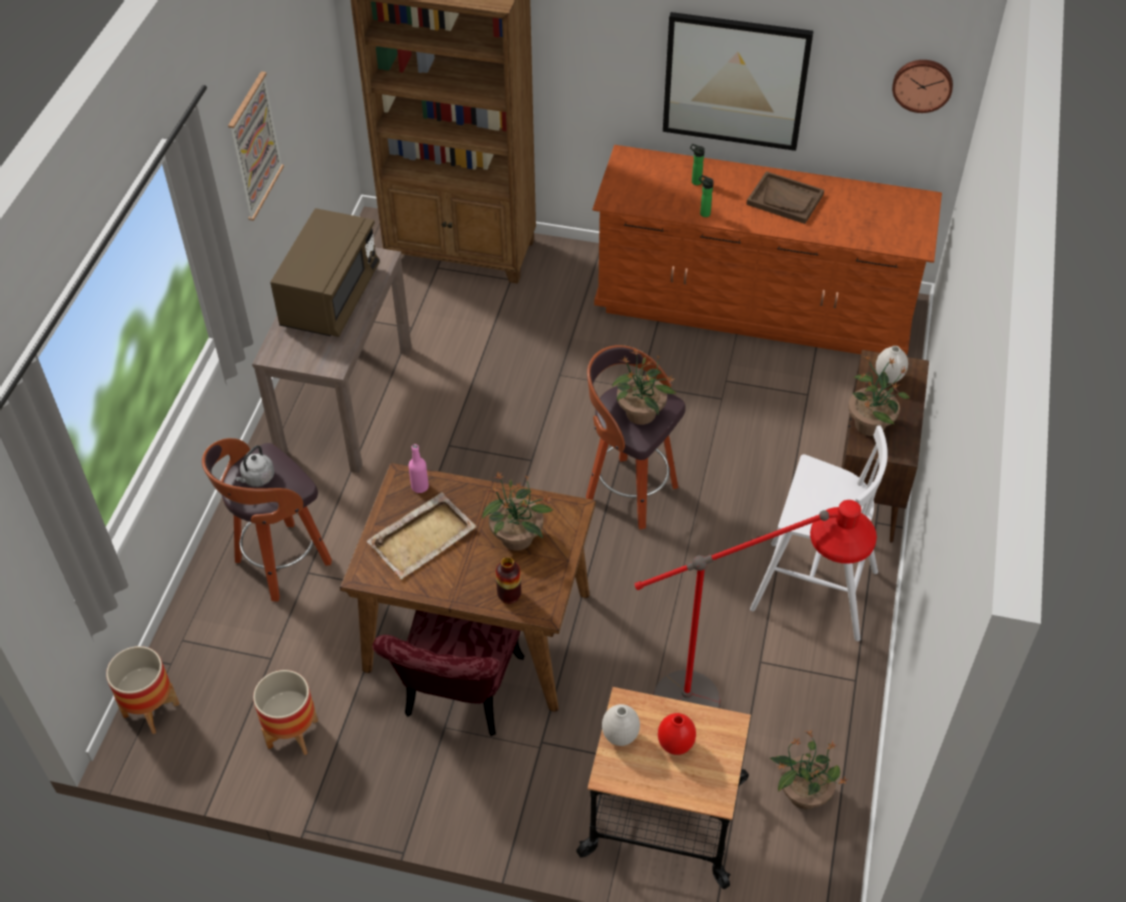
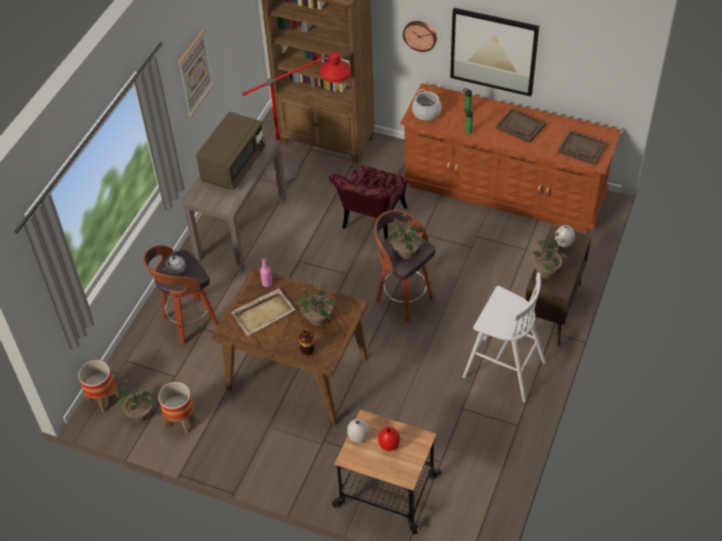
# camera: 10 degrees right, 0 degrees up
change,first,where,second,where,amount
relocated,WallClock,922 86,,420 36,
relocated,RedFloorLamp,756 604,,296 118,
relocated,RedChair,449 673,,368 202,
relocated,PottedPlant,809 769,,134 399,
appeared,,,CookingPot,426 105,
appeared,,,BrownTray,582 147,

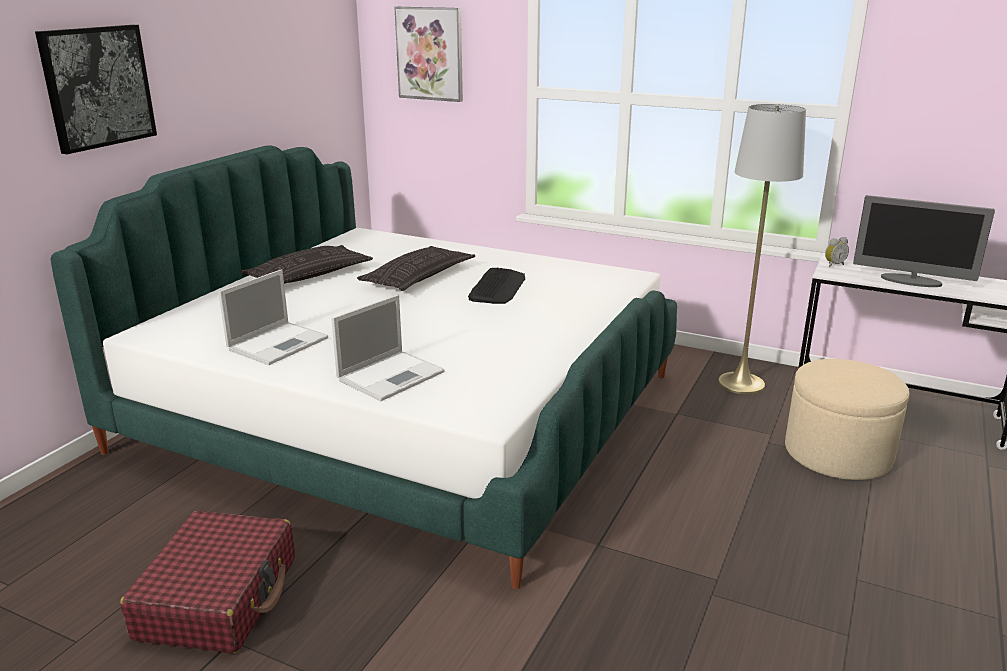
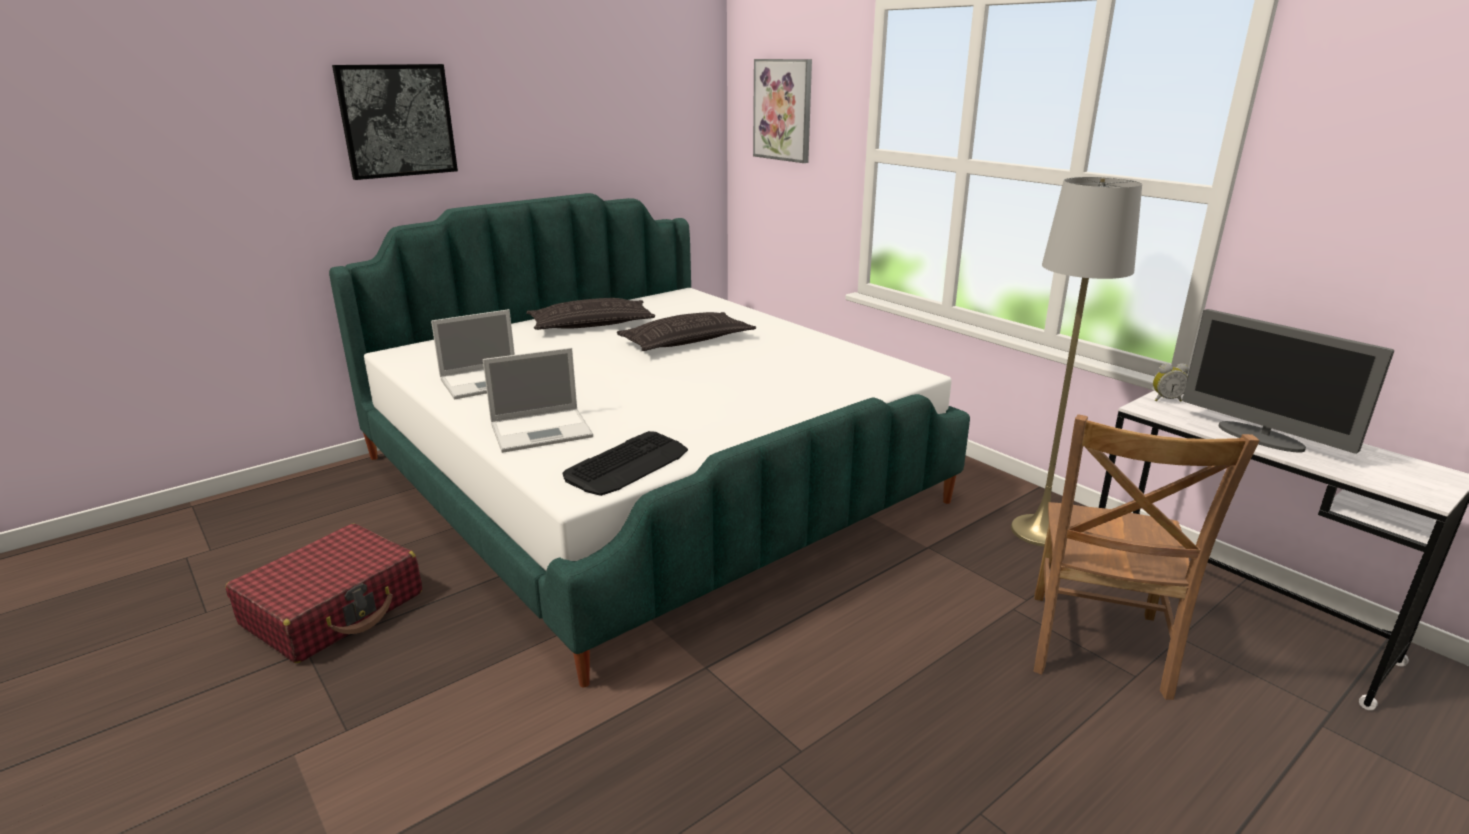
# camera: 25 degrees right, 0 degrees up
change,first,where,second,where,amount
relocated,Keyboard,496 286,,625 463,
exchanged,BeigeOttoman,847 419,BrownChair,1147 557,

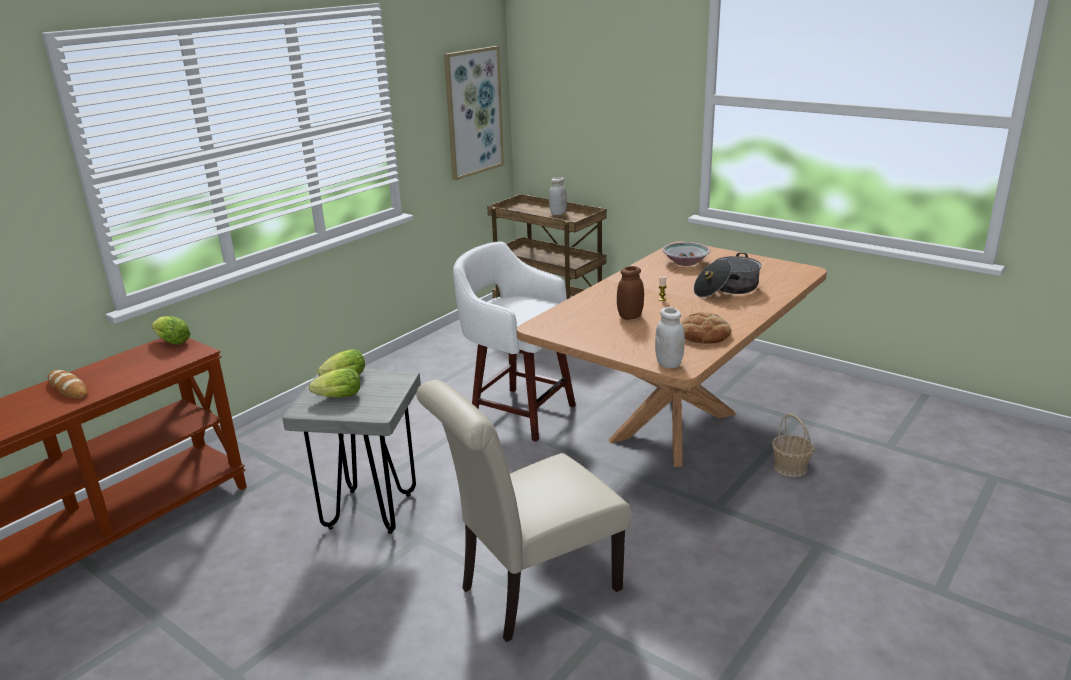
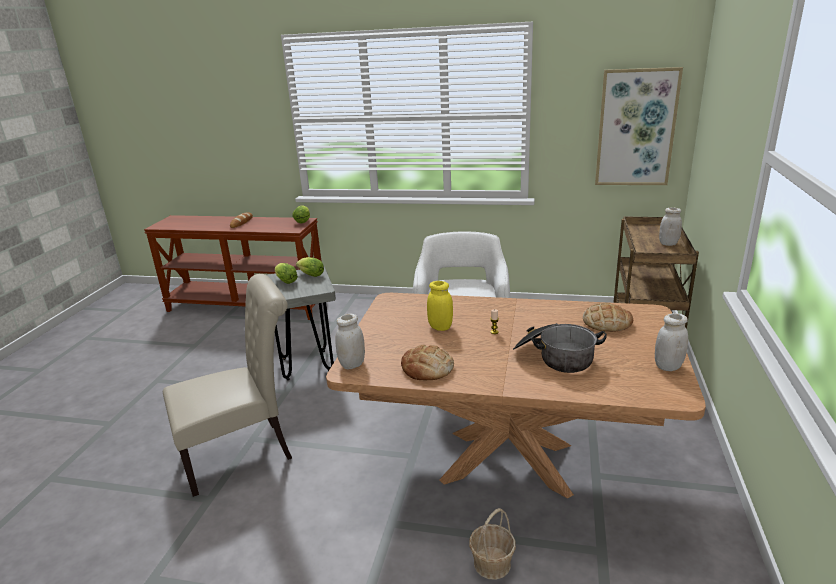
# camera: 65 degrees right, 0 degrees up
change,first,where,second,where,amount
exchanged,Bowl,686 254,Bread,608 317,
colour,BrownJar,630 293,YellowJar,440 306,
spun,BeigeChair,523 511,,227 385,120 degrees clockwise
appeared,,,WhiteJar,671 342,

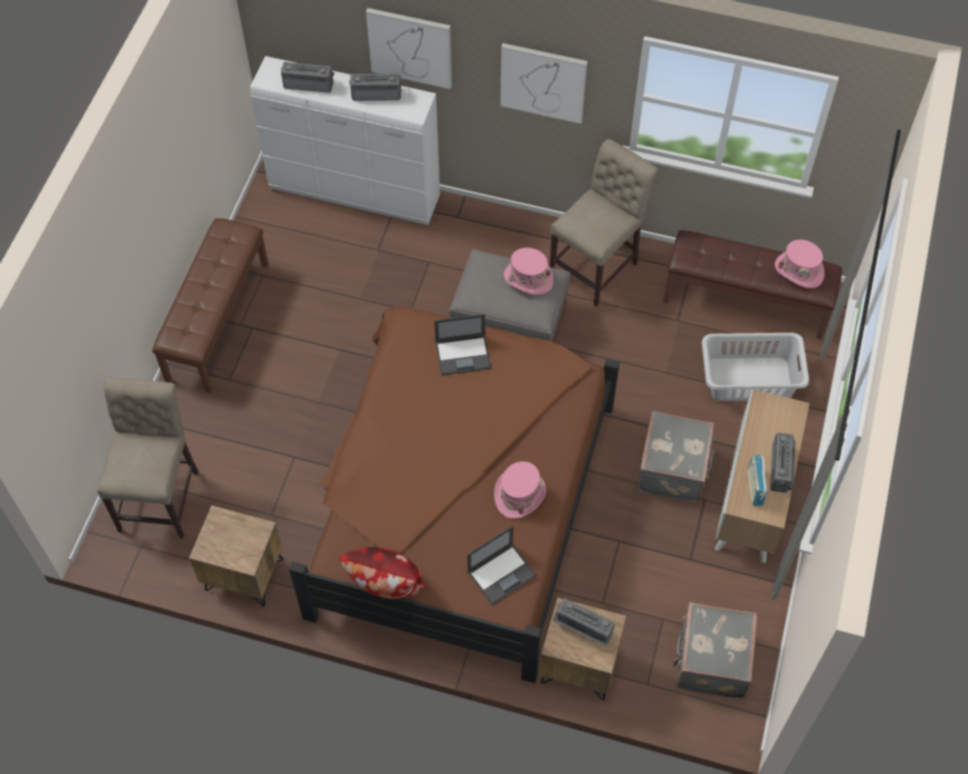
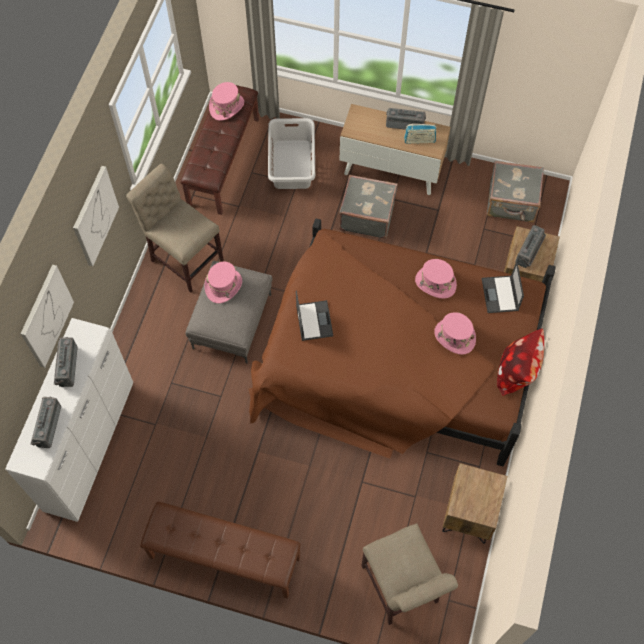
# camera: 90 degrees left, 5 degrees up
change,first,where,second,where,amount
spun,BeigeChair,148 458,,409 574,120 degrees counterclockwise
spun,Laptop,502 565,,503 287,150 degrees counterclockwise
appeared,,,PinkHat,455 333,

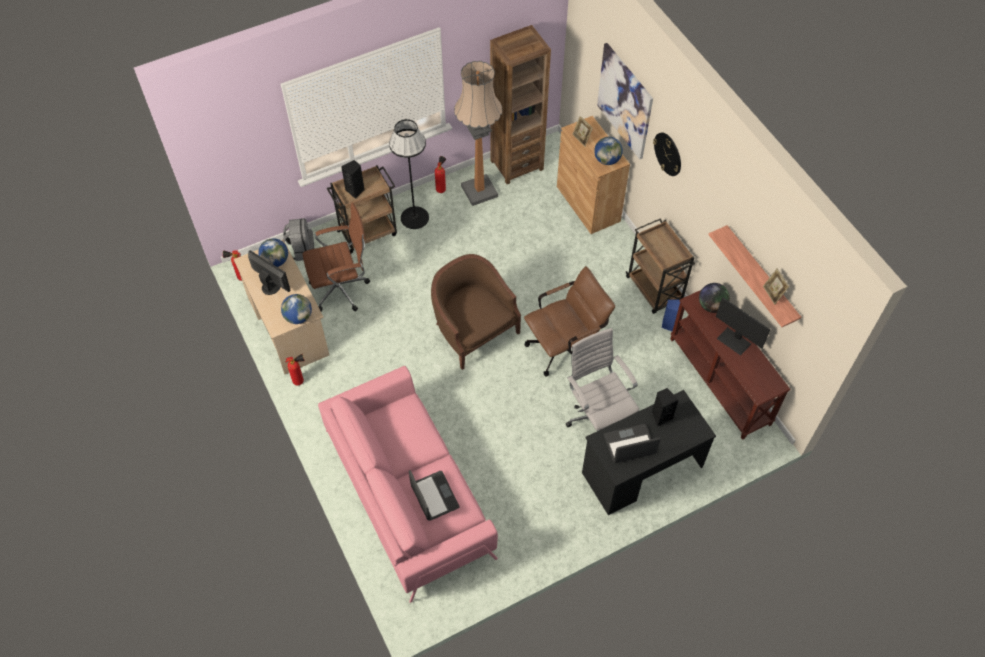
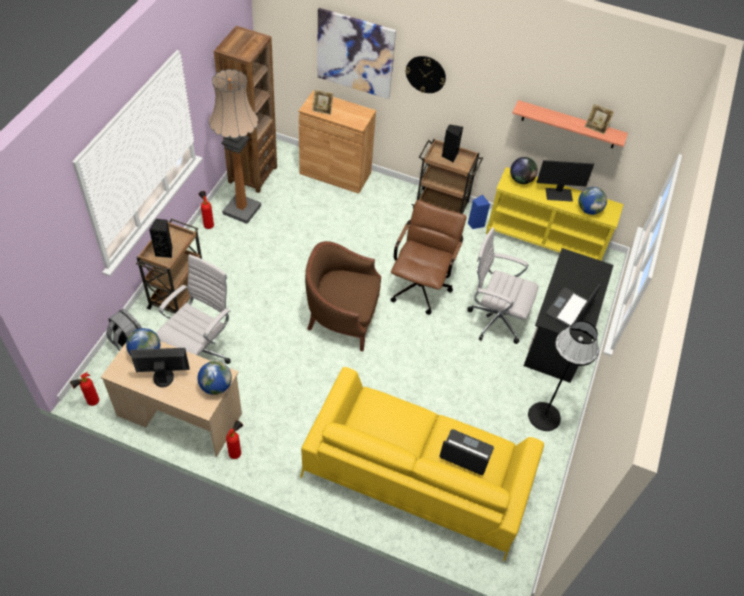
# camera: 45 degrees left, 5 degrees down
change,first,where,second,where,amount
relocated,BlackFloorLamp,409 174,,563 375,
relocated,Globe,608 151,,592 201,
colour,BrownOfficeChair,336 257,WhiteOfficeChair,193 309,
colour,BrownConsoleTable,730 365,YellowConsoleTable,555 214,
colour,PinkSofa,408 484,YellowSofa,422 464,
relocated,BlackSpeaker,665 407,,452 143,

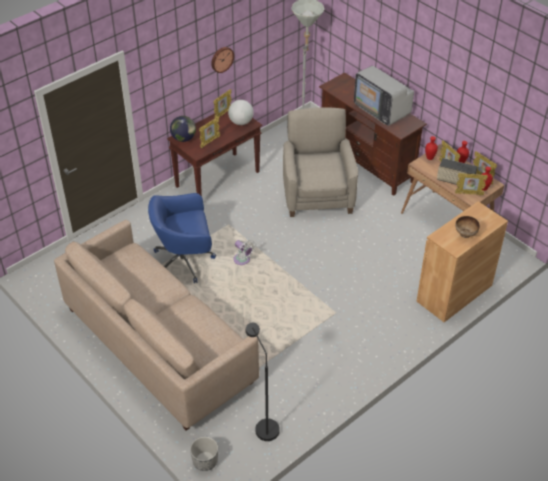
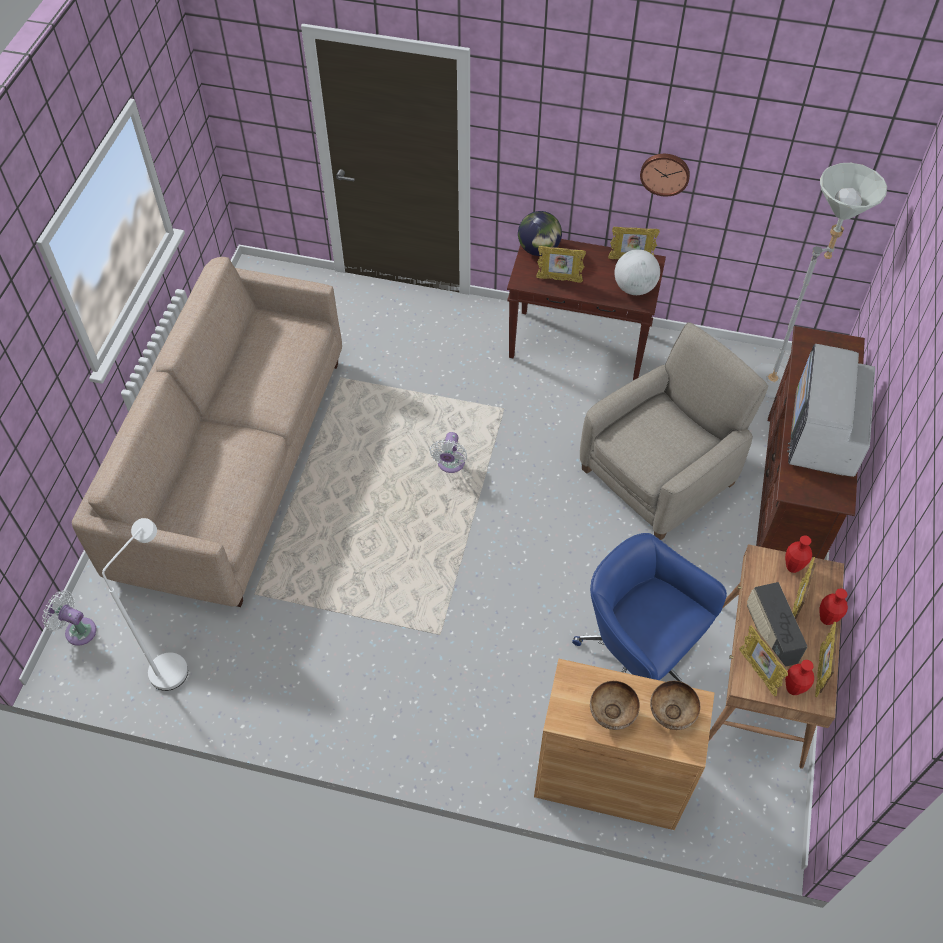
# camera: 55 degrees right, 10 degrees up
change,first,where,second,where,amount
relocated,BlueOfficeChair,182 238,,649 607,
colour,BlackFloorLamp,262 382,WhiteFloorLamp,145 604,
exchanged,Planter,204 454,WhiteFan,69 618,
appeared,,,Bowl,675 705,

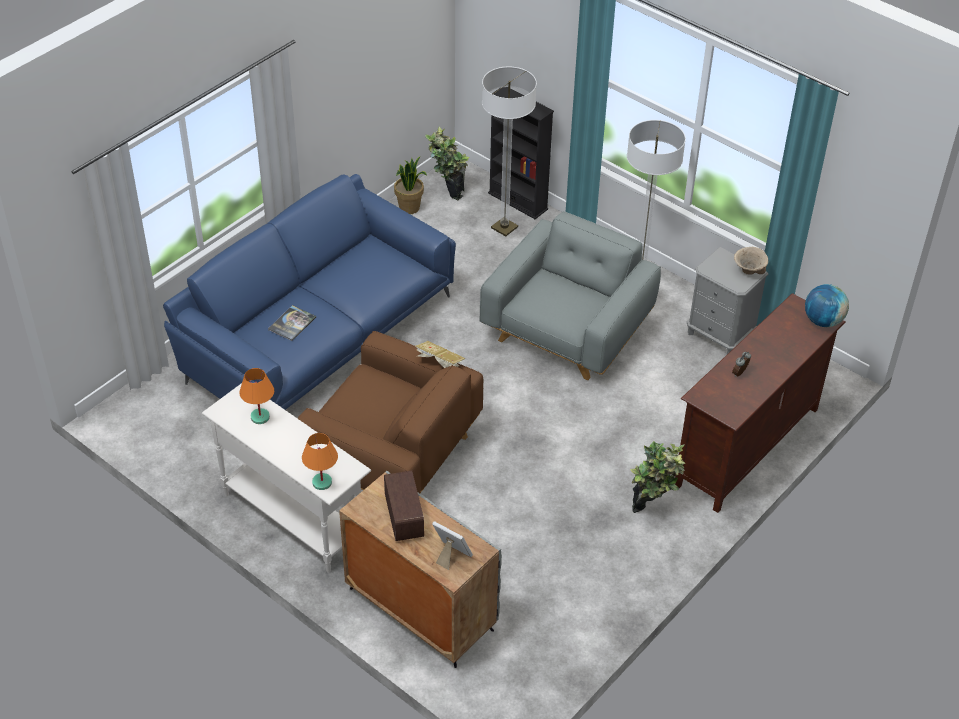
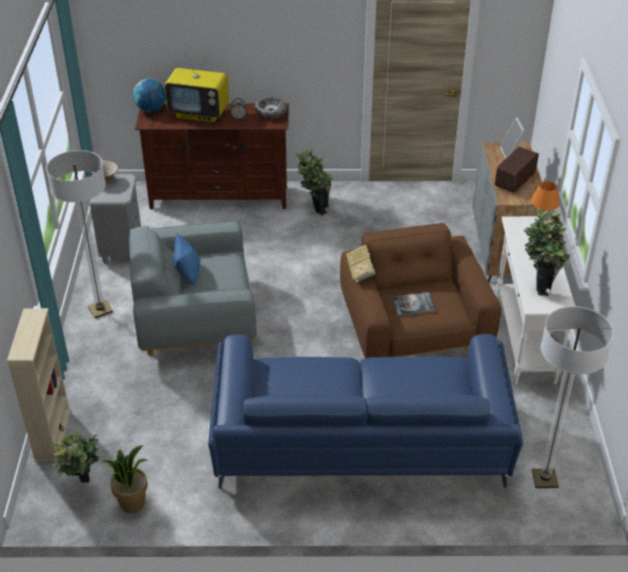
# camera: 130 degrees left, 5 degrees down
change,first,where,second,where,amount
relocated,FloorLamp,509 151,,573 397,
colour,BlackBookcase,521 153,BeigeBookcase,39 385,
relocated,Book,292 323,,414 304,
exchanged,OrangeTableLamp,256 396,PottedPlant,547 252,
appeared,,,Television,196 87,
appeared,,,Bowl,271 108,
appeared,,,BluePillow,186 259,

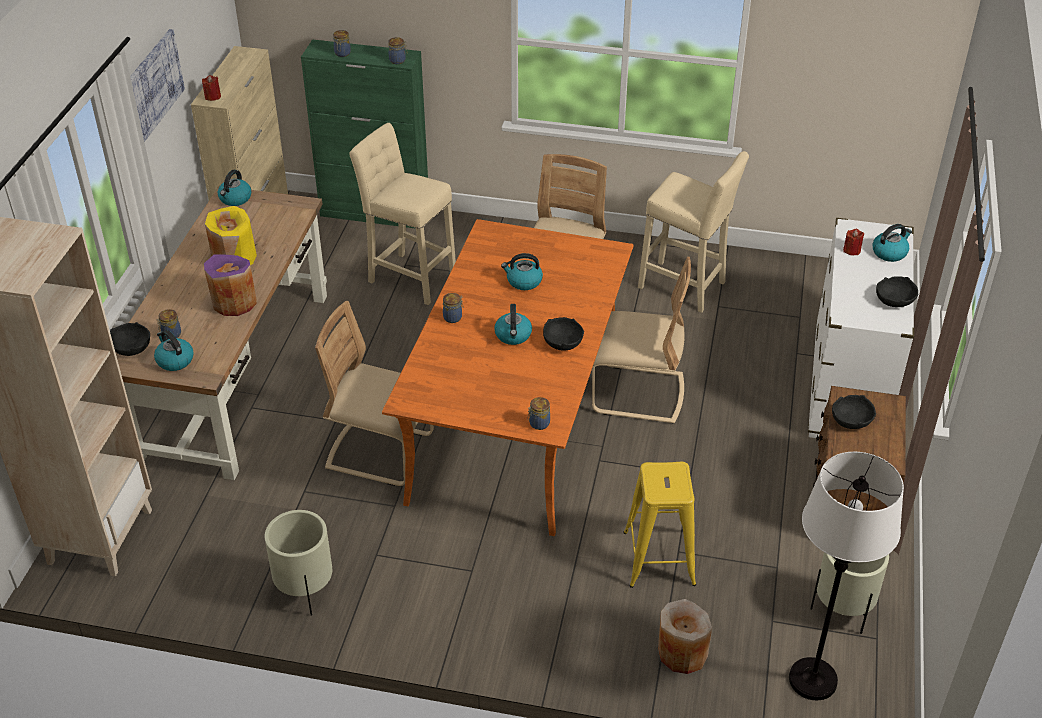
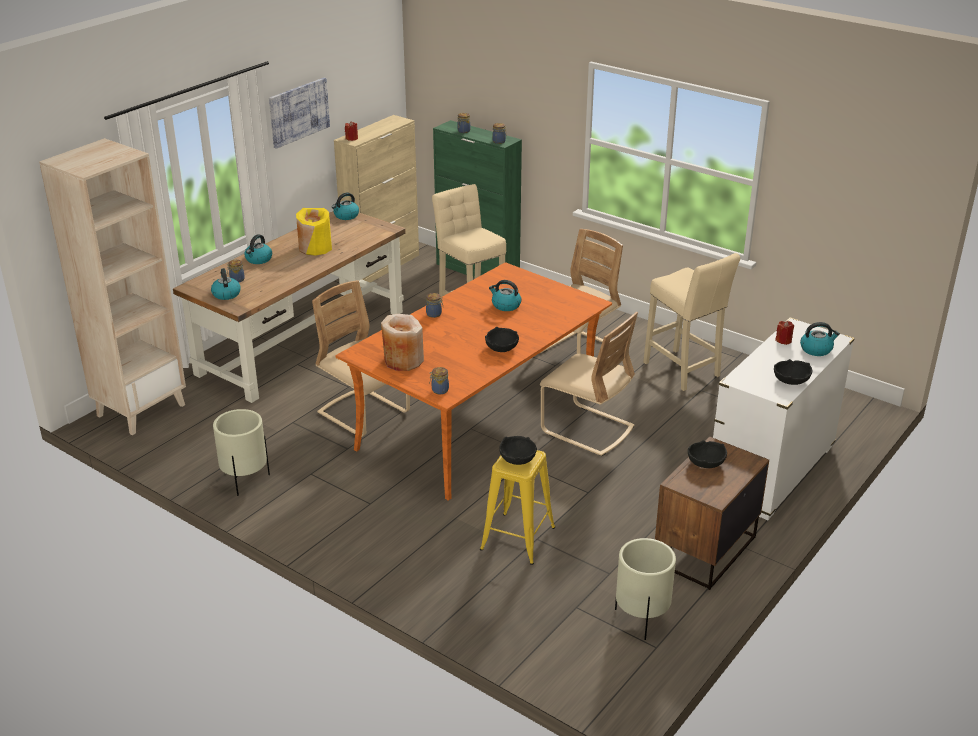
# camera: 25 degrees right, 10 degrees down
change,first,where,second,where,amount
missing,PurpleVase,230 285,,,
relocated,Kettle,513 324,,258 249,
relocated,BlackBowl,130 339,,518 450,
missing,WhiteFloorLamp,846 576,,,
relocated,BeigeVase,685 636,,402 342,

